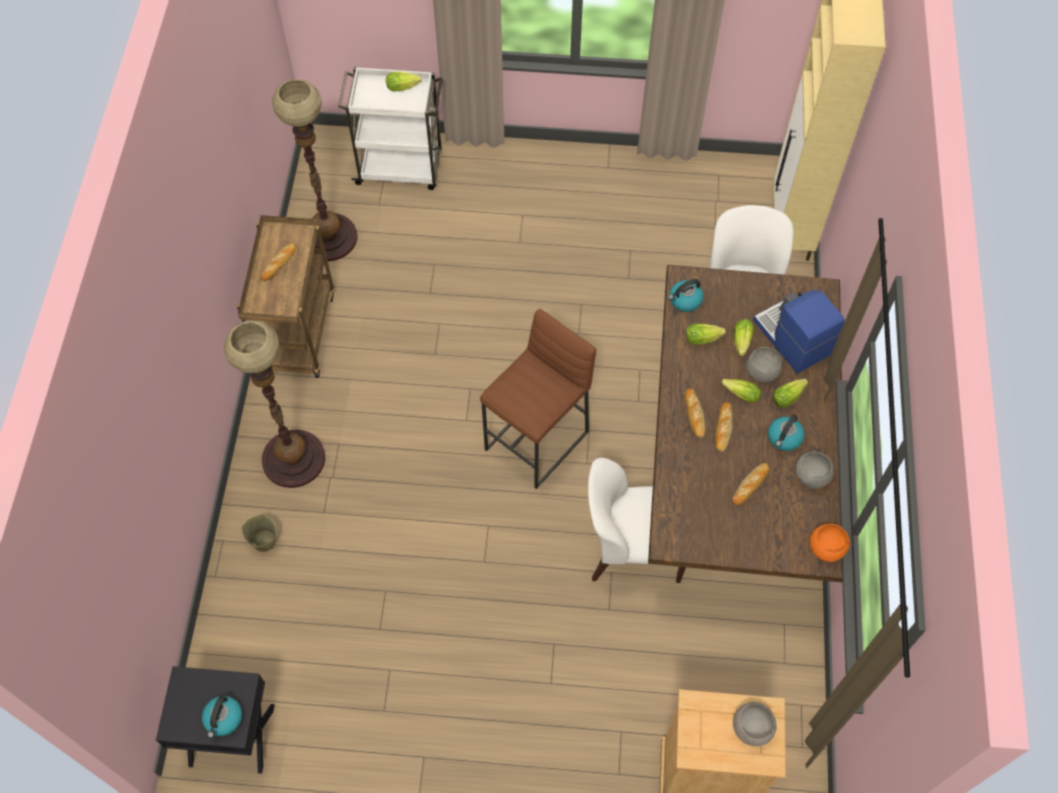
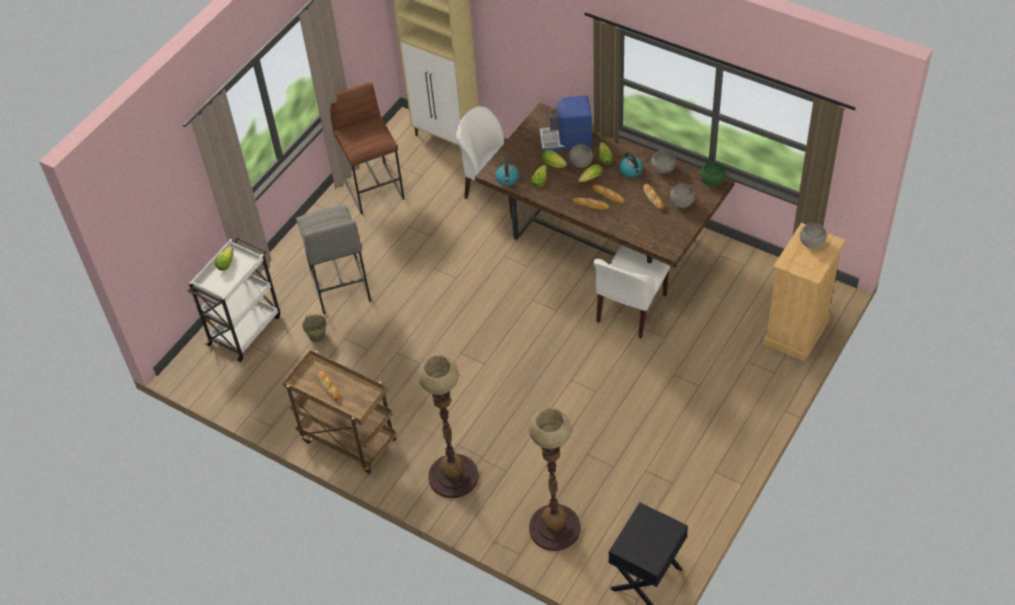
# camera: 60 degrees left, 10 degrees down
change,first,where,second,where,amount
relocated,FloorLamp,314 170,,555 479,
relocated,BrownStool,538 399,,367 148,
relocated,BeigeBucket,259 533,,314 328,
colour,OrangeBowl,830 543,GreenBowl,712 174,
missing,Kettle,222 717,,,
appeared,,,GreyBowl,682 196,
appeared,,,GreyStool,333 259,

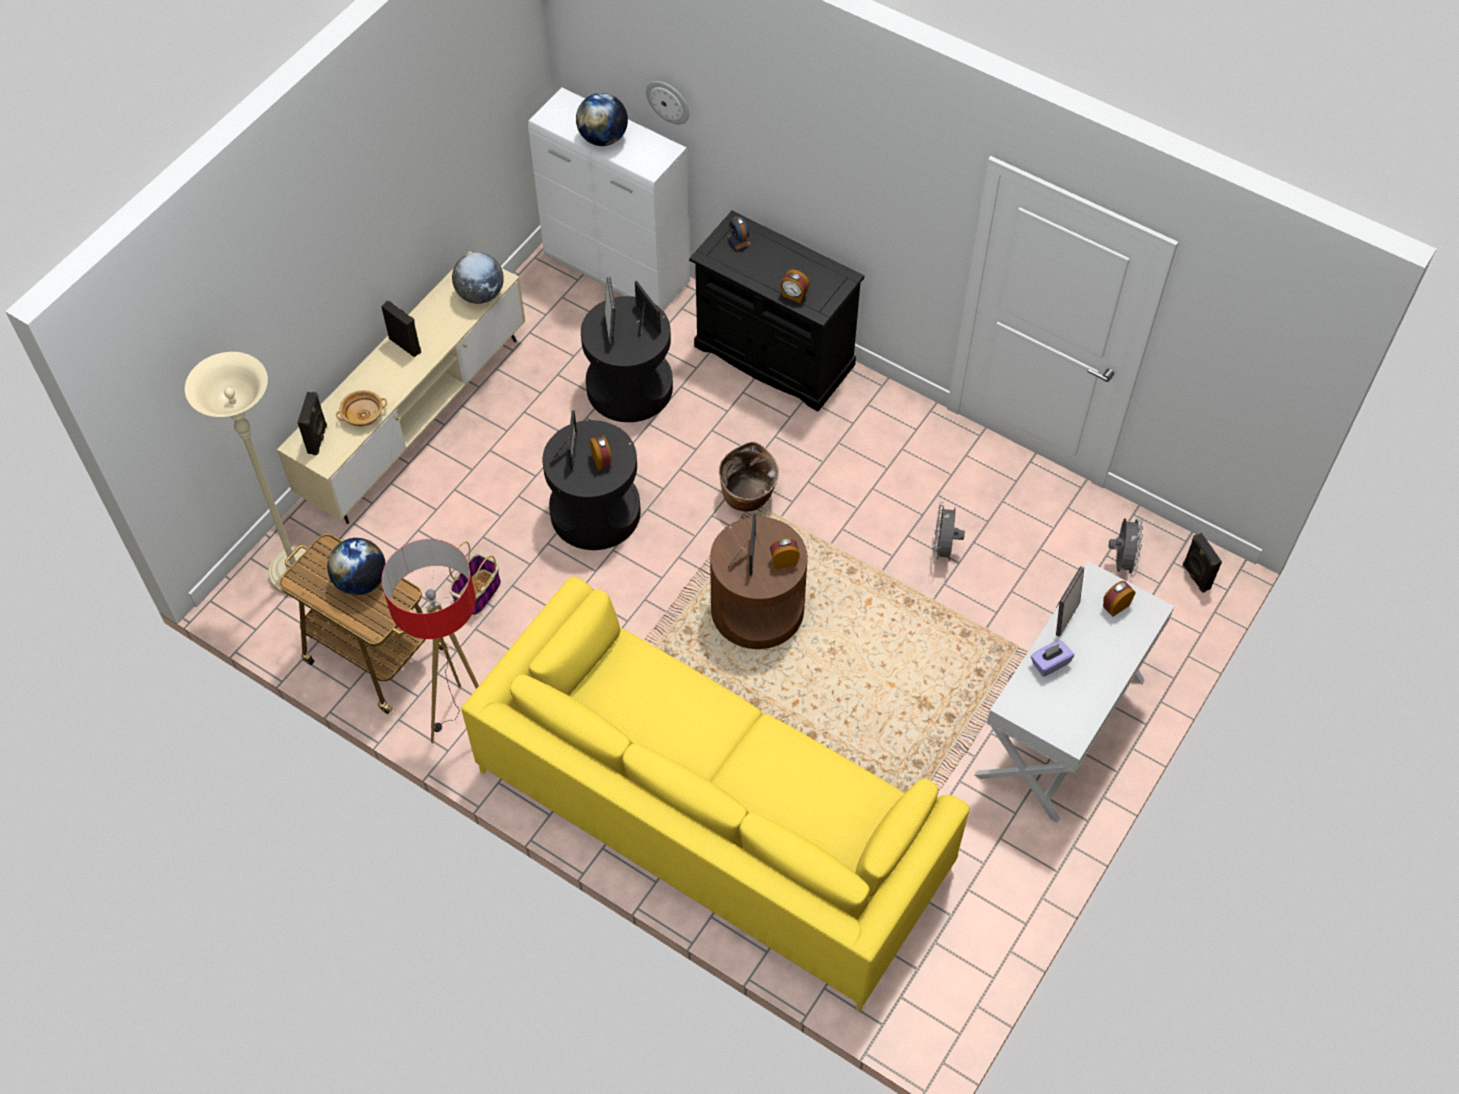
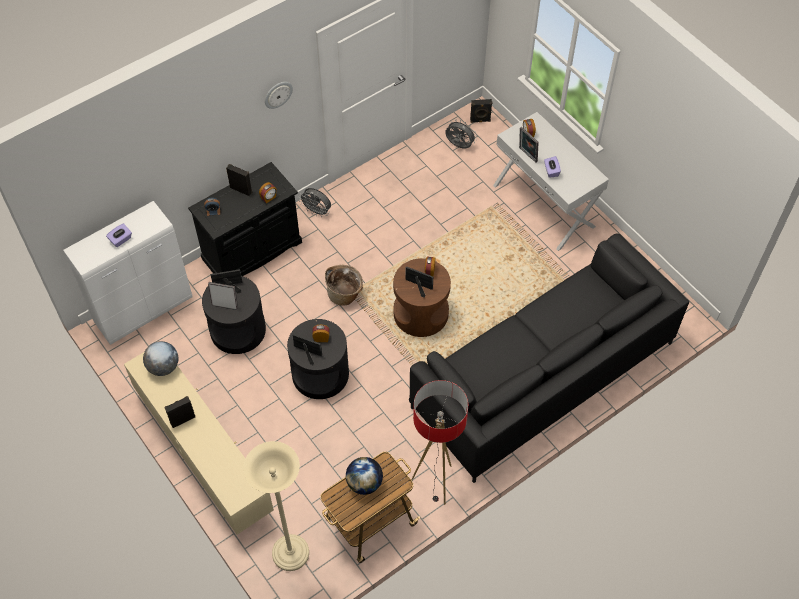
# camera: 70 degrees left, 0 degrees up
change,first,where,second,where,amount
relocated,WallClock,667 102,,279 95,
exchanged,Globe,602 119,PurpleTissueBox,119 235,
missing,BeigeBowl,361 408,,,
relocated,BlackSpeaker,312 423,,239 180,
relocated,GreyFan,949 532,,315 202,
missing,Basket,475 578,,,
colour,YellowSofa,715 794,BlackSofa,549 358,

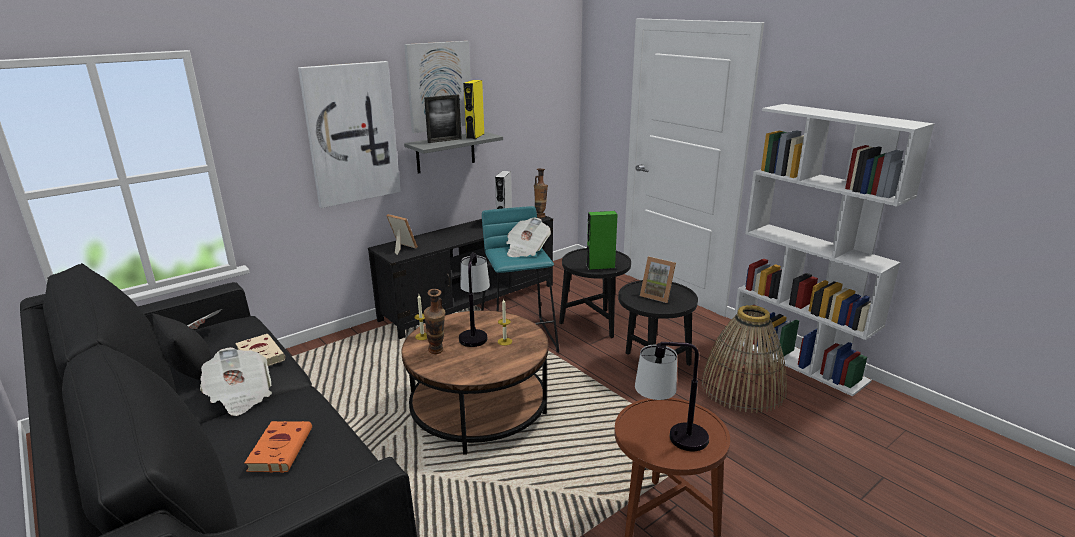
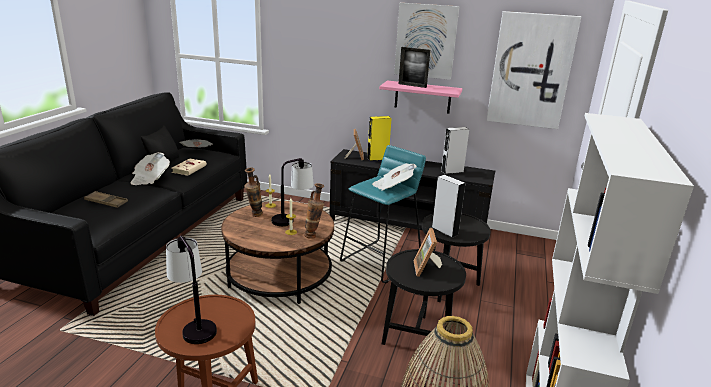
# camera: 55 degrees right, 0 degrees up
change,first,where,second,where,amount
relocated,Picture,349 134,,533 70,
relocated,YellowSpeaker,473 109,,379 138,
colour,GreyShelf,453 153,PinkShelf,421 97,
relocated,Vase,541 193,,314 211,
colour,GreenSpeaker,602 240,GreySpeaker,448 206,
exchanged,OrangeBook,278 447,BrownTray,106 199,

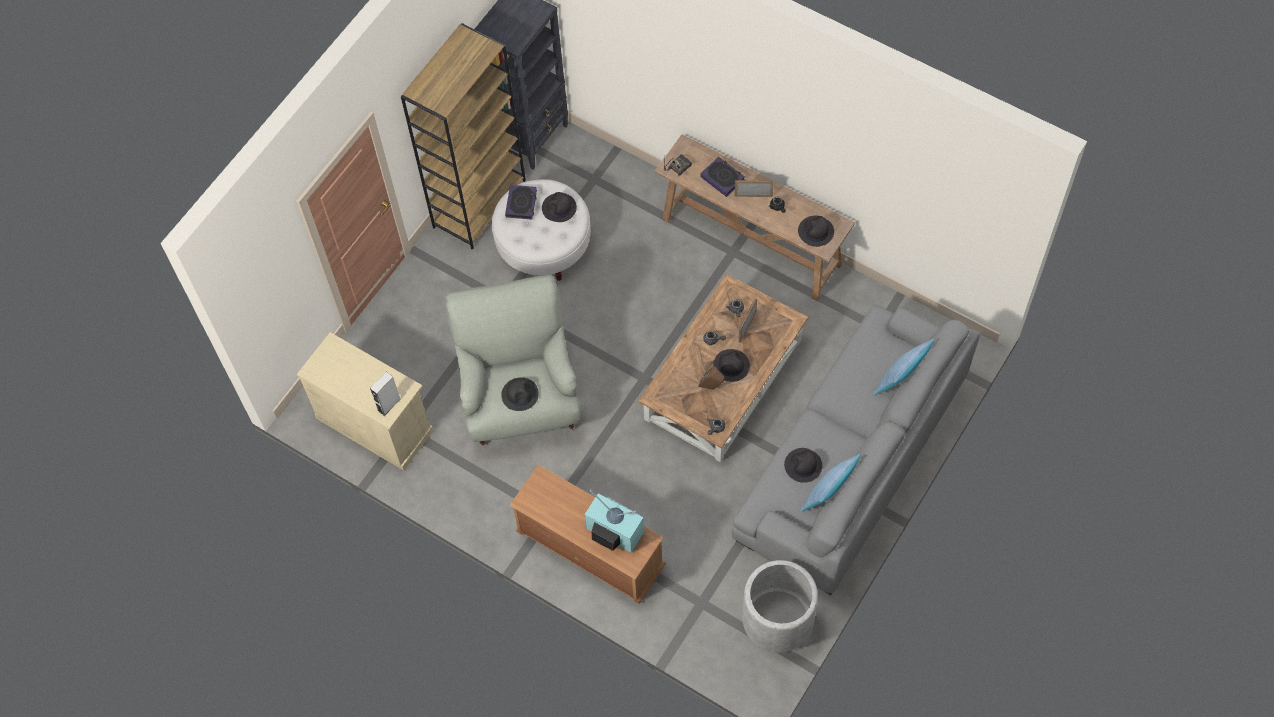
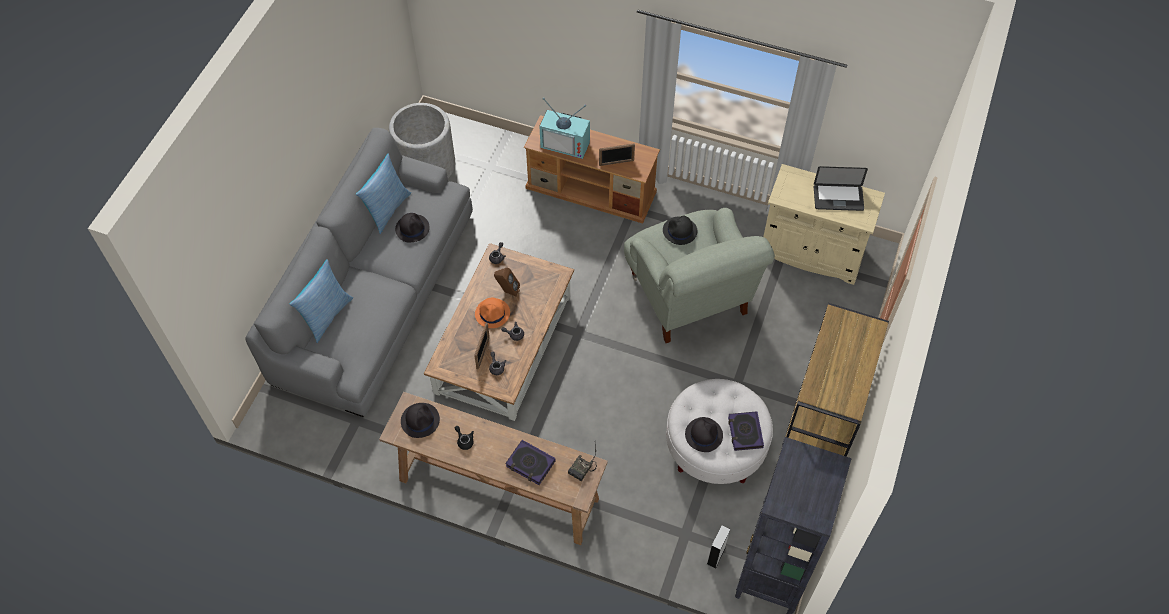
# camera: 165 degrees right, 5 degrees down
change,first,where,second,where,amount
relocated,PictureFrame,754 188,,617 154,
colour,BlackHat,731 365,OrangeHat,492 313,
relocated,GreySpeaker,385 394,,718 547,
appeared,,,Laptop,841 188,

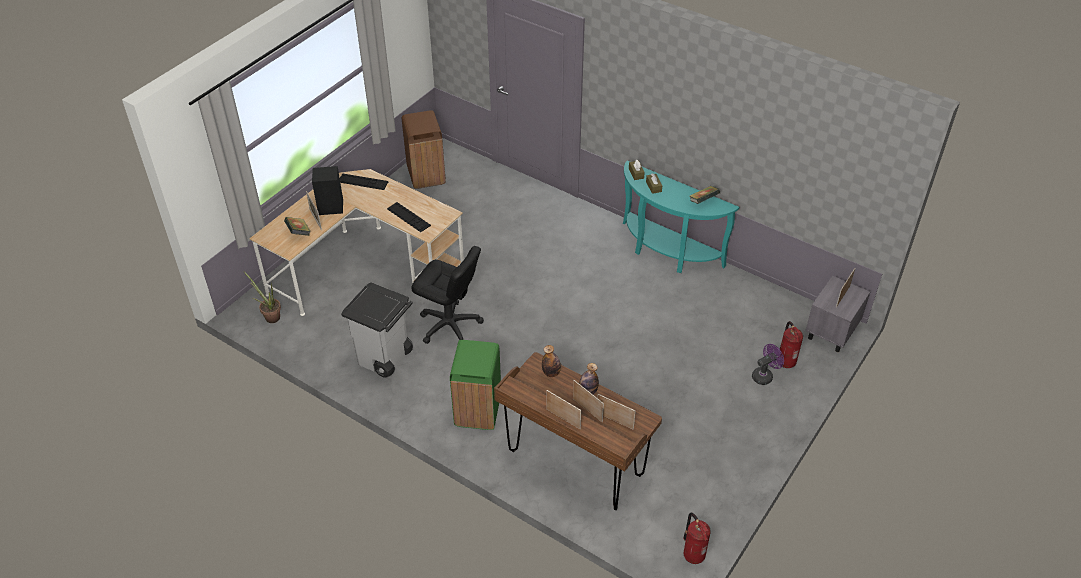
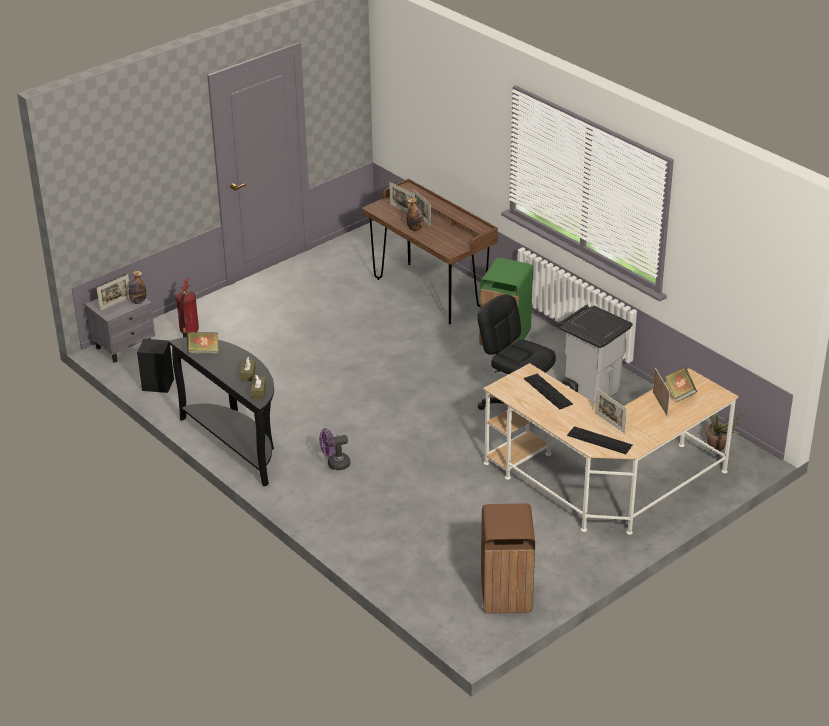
# camera: 165 degrees left, 10 degrees down
change,first,where,second,where,amount
colour,TurquoiseConsoleTable,681 217,BlackConsoleTable,221 411,
relocated,BlackSpeaker,327 190,,155 366,
relocated,PurpleFan,768 364,,334 449,
relocated,Bottle,551 361,,137 287,
relocated,PictureFrame,563 409,,611 411,
missing,FireExtinguisher,697 538,,,

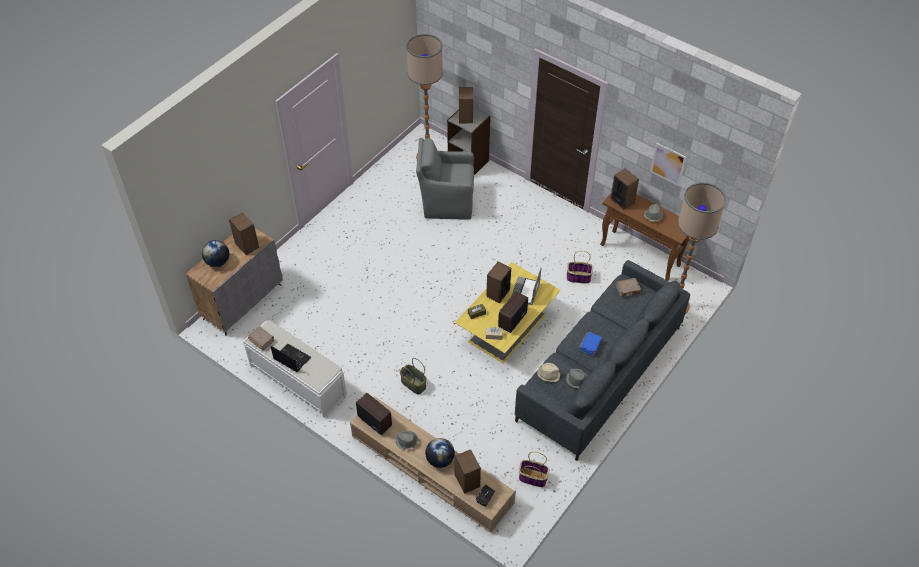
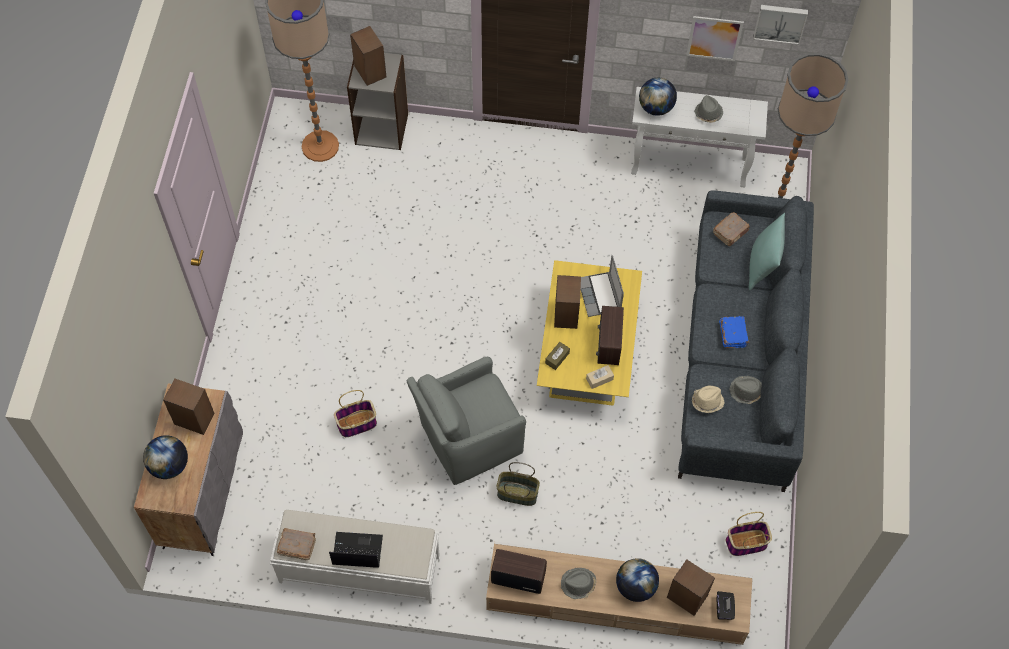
# camera: 30 degrees left, 10 degrees up
change,first,where,second,where,amount
relocated,GreyArmchair,445 178,,466 421,
exchanged,Speaker,624 189,Globe,658 97,
colour,BrownConsoleTable,644 237,WhiteConsoleTable,699 137,
relocated,Basket,580 267,,355 413,
appeared,,,Picture,780 25,
appeared,,,TurquoisePillow,767 251,

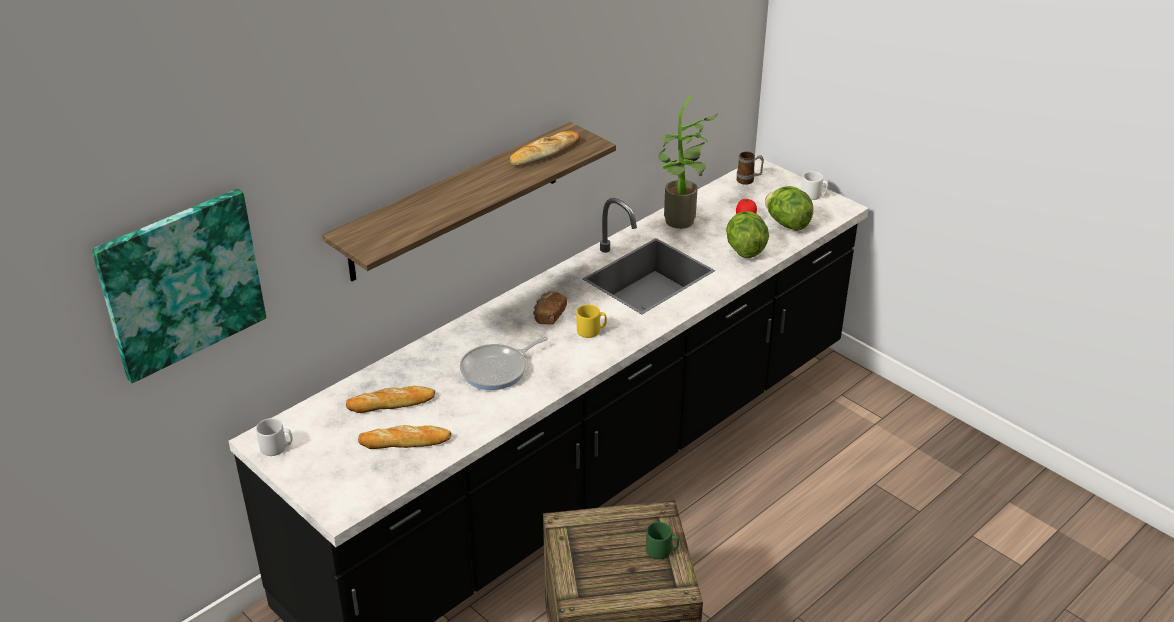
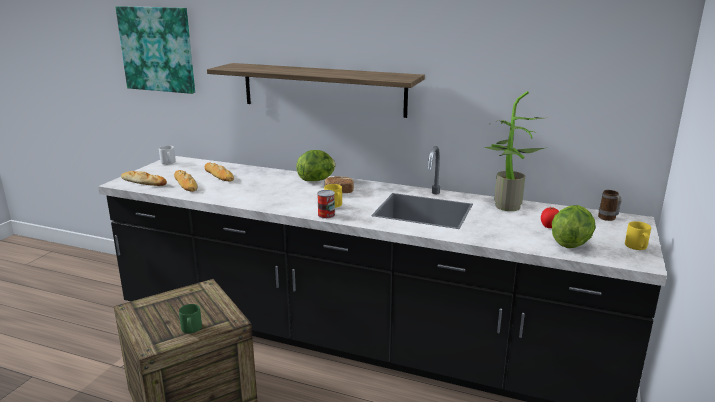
# camera: 65 degrees right, 15 degrees down
change,first,where,second,where,amount
relocated,Bread,545 148,,144 178,
colour,WhiteMug,814 185,YellowMug,638 235,
relocated,Lettuce,747 234,,316 165,
missing,FryingPan,504 363,,,
appeared,,,Can,326 204,

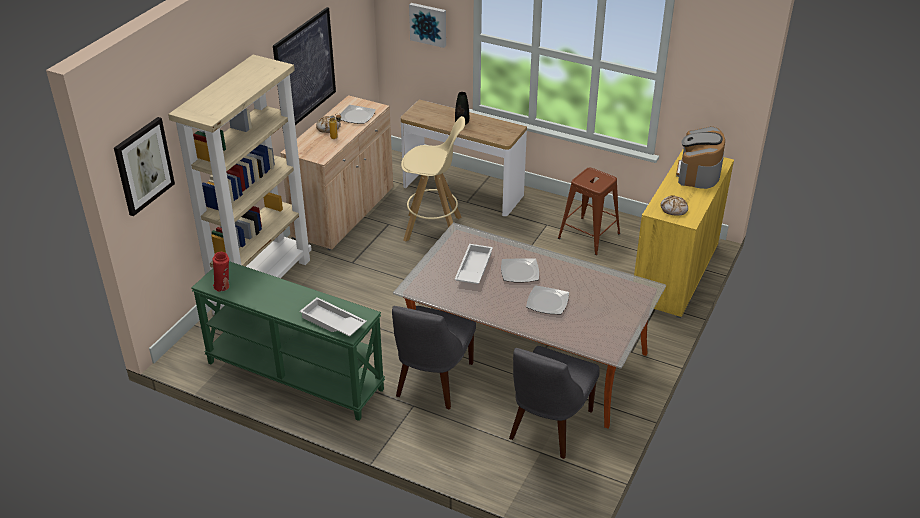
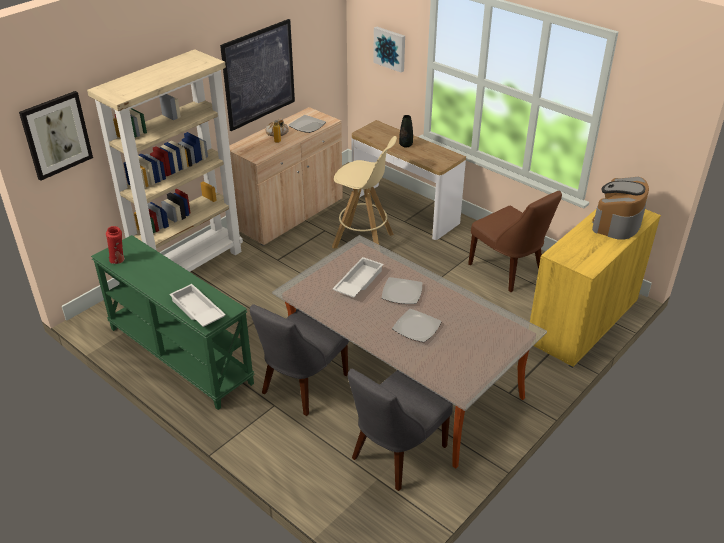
# camera: 15 degrees right, 0 degrees up
change,first,where,second,where,amount
exchanged,BrownStool,589 211,BrownChair,515 241,
missing,Bread,674 205,,,

